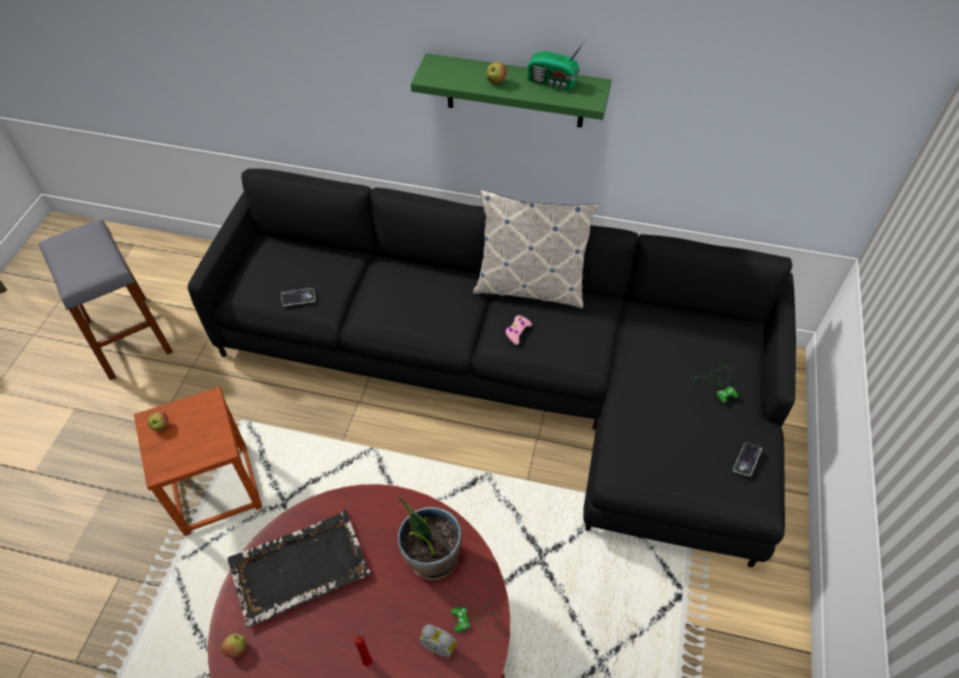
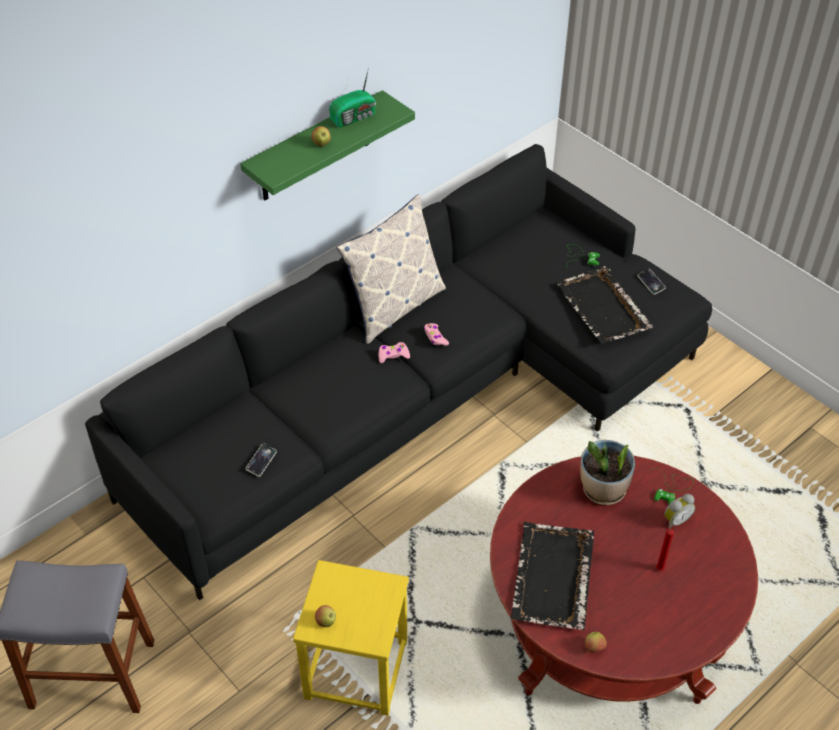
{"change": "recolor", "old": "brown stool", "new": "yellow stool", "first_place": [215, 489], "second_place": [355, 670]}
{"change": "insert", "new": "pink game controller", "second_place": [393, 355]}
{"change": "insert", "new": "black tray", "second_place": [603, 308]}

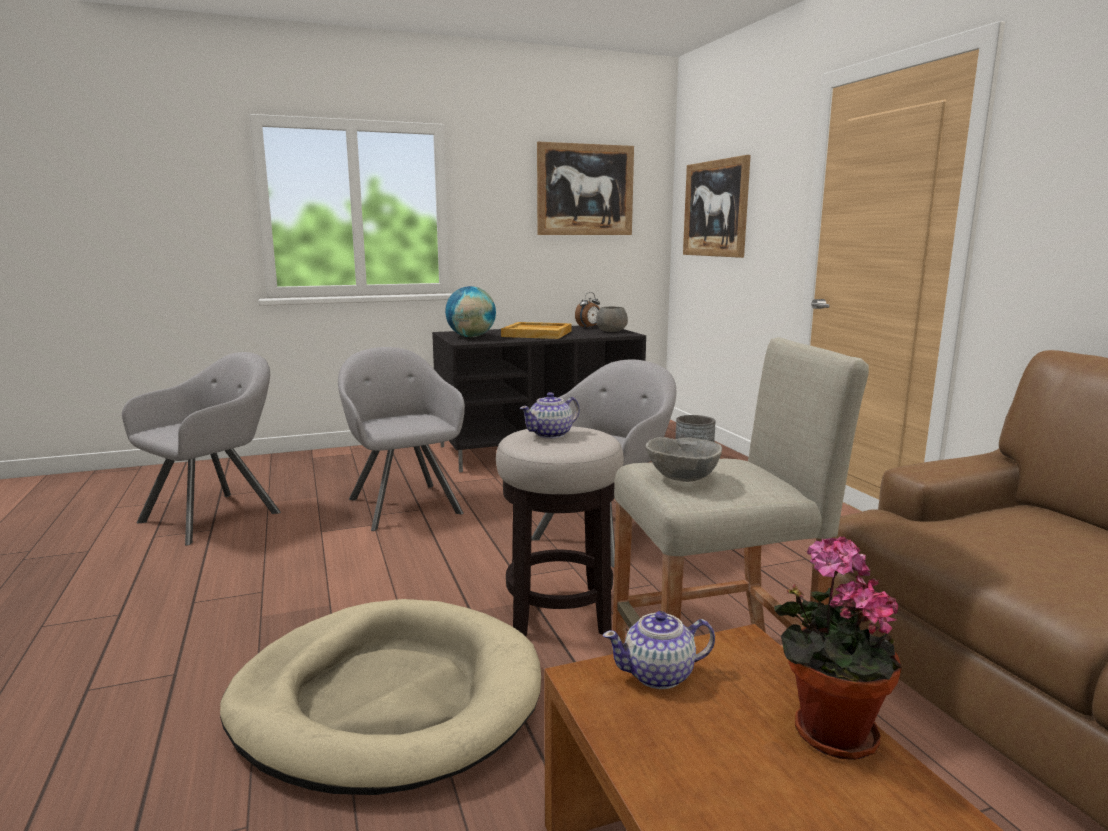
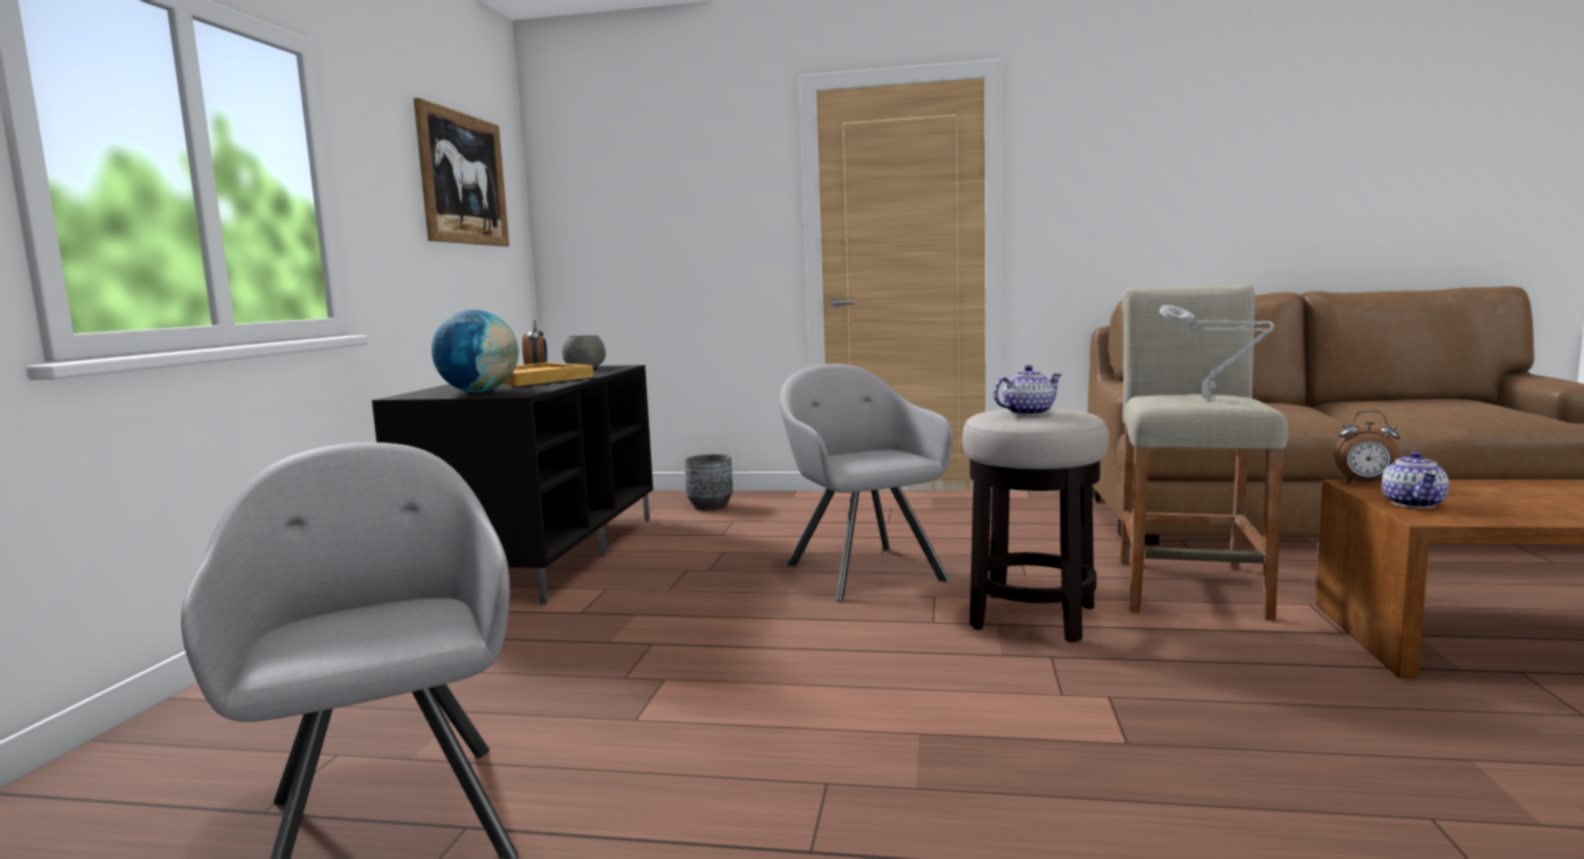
{"change": "delete", "old": "beige dog bed", "first_place": [388, 699]}
{"change": "delete", "old": "grey armchair", "first_place": [402, 504]}
{"change": "rotate", "old": "teapot", "first_place": [551, 434], "second_place": [1027, 413], "degrees": -105}
{"change": "replace", "old": "grey bowl", "new": "grey table lamp", "first_place": [681, 478], "second_place": [1212, 399]}
{"change": "delete", "old": "picture", "first_place": [715, 208]}
{"change": "delete", "old": "potted plant", "first_place": [827, 732]}
{"change": "insert", "new": "alarm clock", "second_place": [1365, 484]}

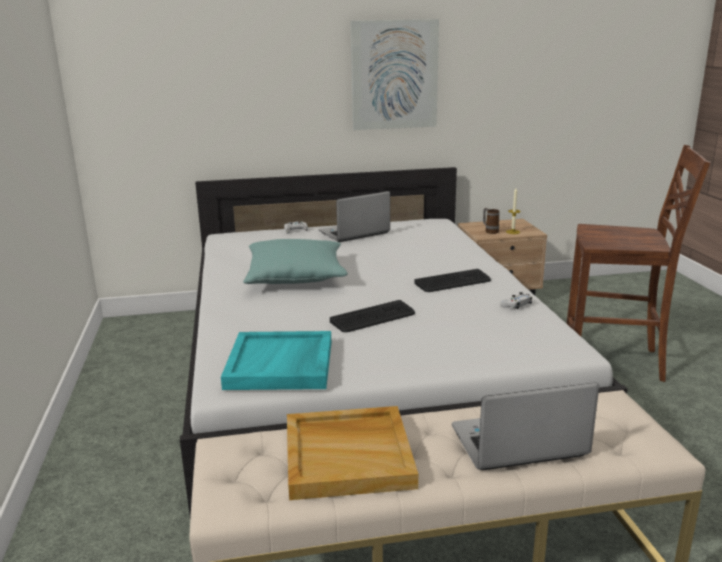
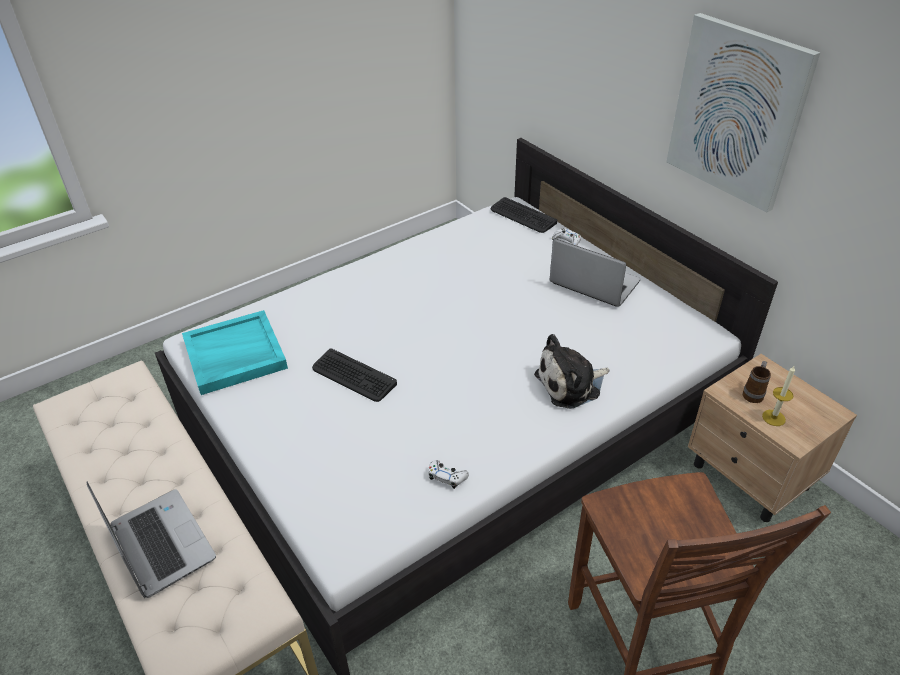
{"change": "delete", "old": "turquoise pillow", "first_place": [296, 277]}
{"change": "delete", "old": "beige tray", "first_place": [349, 455]}
{"change": "move", "old": "keyboard", "first_place": [453, 282], "second_place": [522, 216]}
{"change": "insert", "new": "plush toy", "second_place": [571, 384]}

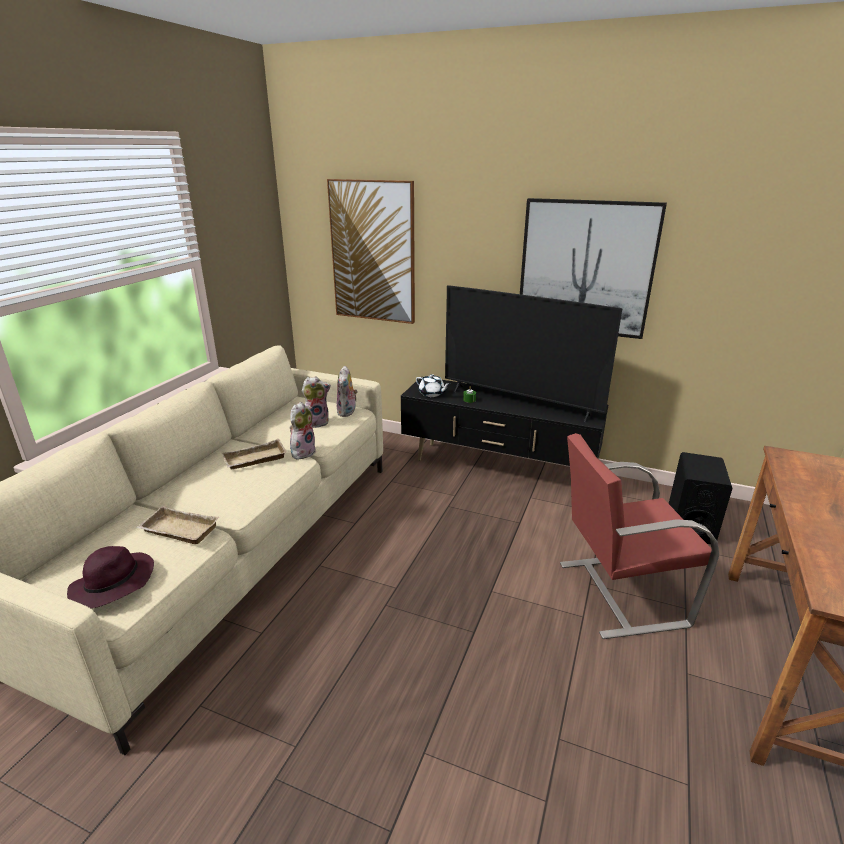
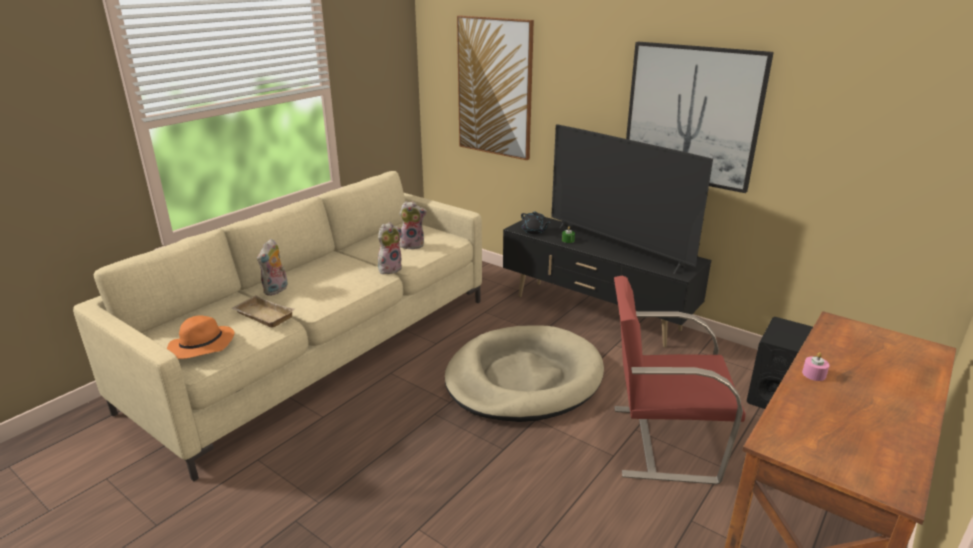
{"change": "recolor", "old": "purple hat", "new": "orange hat", "first_place": [112, 585], "second_place": [201, 346]}
{"change": "delete", "old": "beige tray", "first_place": [254, 460]}
{"change": "move", "old": "plush toy", "first_place": [347, 412], "second_place": [276, 290]}
{"change": "recolor", "old": "white teapot", "new": "black teapot", "first_place": [432, 394], "second_place": [534, 231]}
{"change": "insert", "new": "beige dog bed", "second_place": [523, 378]}
{"change": "insert", "new": "pink candle", "second_place": [814, 374]}

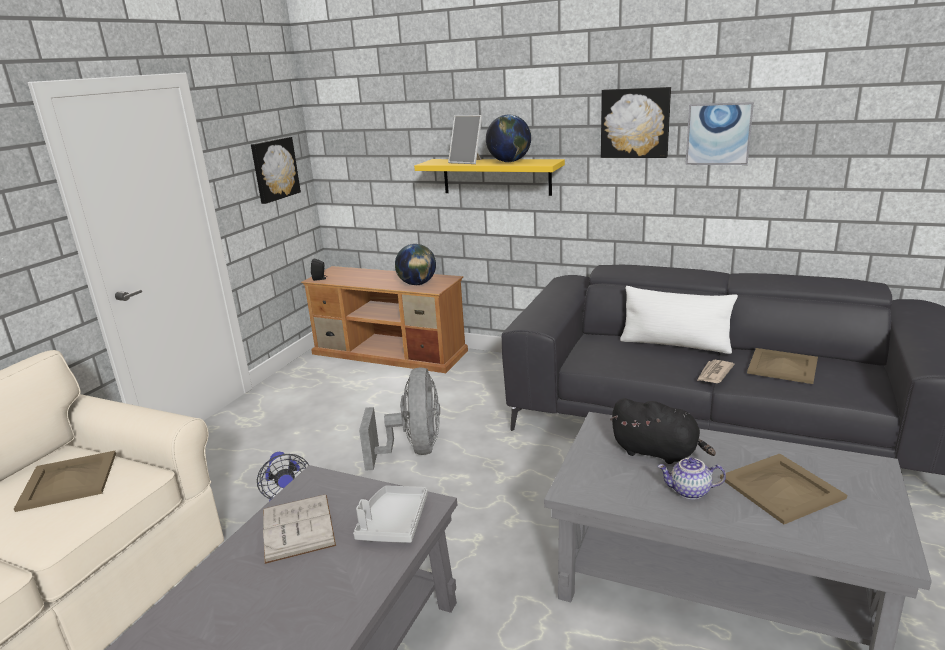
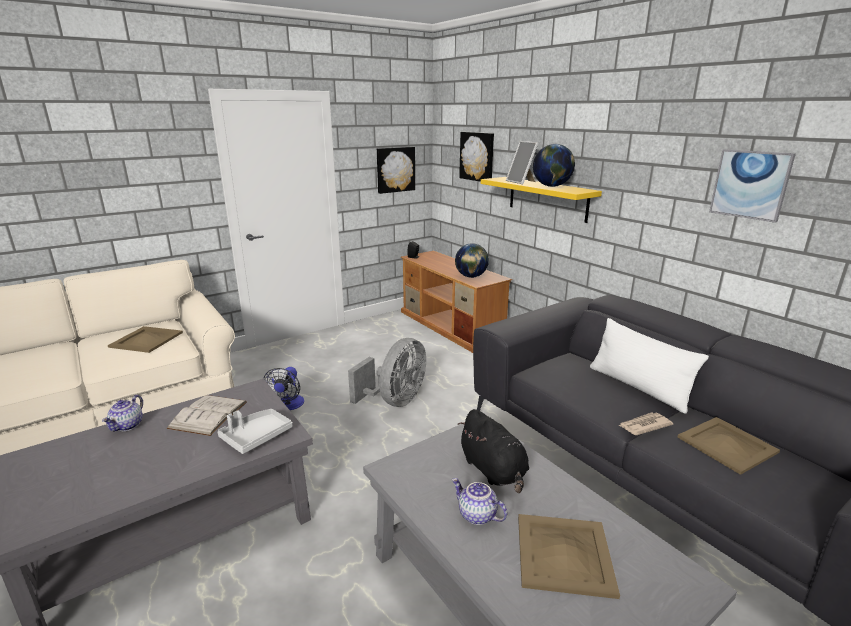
{"change": "move", "old": "picture", "first_place": [635, 123], "second_place": [477, 156]}
{"change": "insert", "new": "teapot", "second_place": [128, 426]}

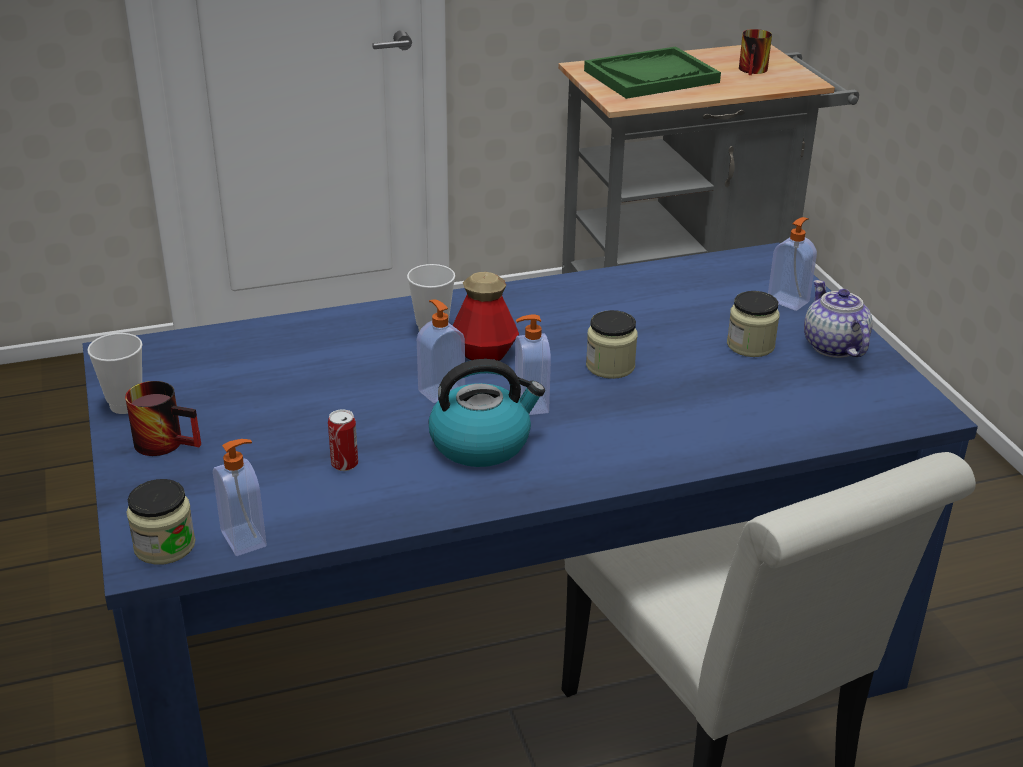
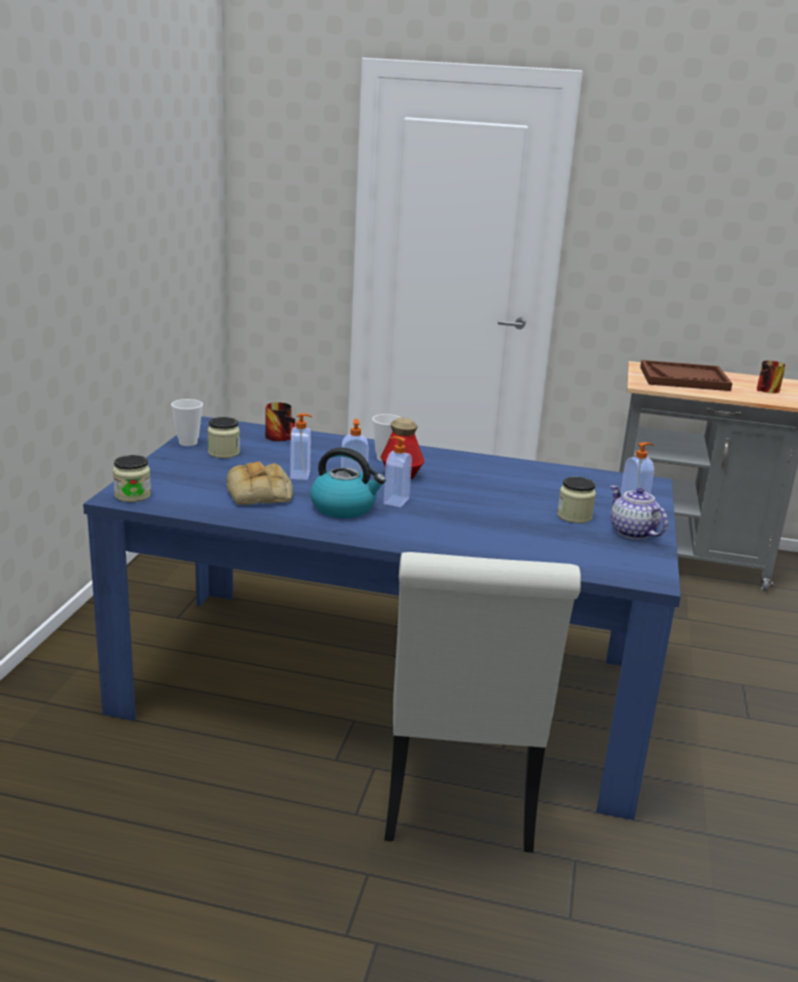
{"change": "move", "old": "mug", "first_place": [168, 441], "second_place": [283, 437]}
{"change": "move", "old": "soap dispenser", "first_place": [245, 538], "second_place": [301, 475]}
{"change": "replace", "old": "can", "new": "bread", "first_place": [344, 464], "second_place": [260, 494]}
{"change": "recolor", "old": "green tray", "new": "brown tray", "first_place": [651, 76], "second_place": [684, 378]}
{"change": "move", "old": "jar", "first_place": [610, 366], "second_place": [224, 453]}
{"change": "rotate", "old": "teapot", "first_place": [832, 346], "second_place": [632, 532], "degrees": -45}

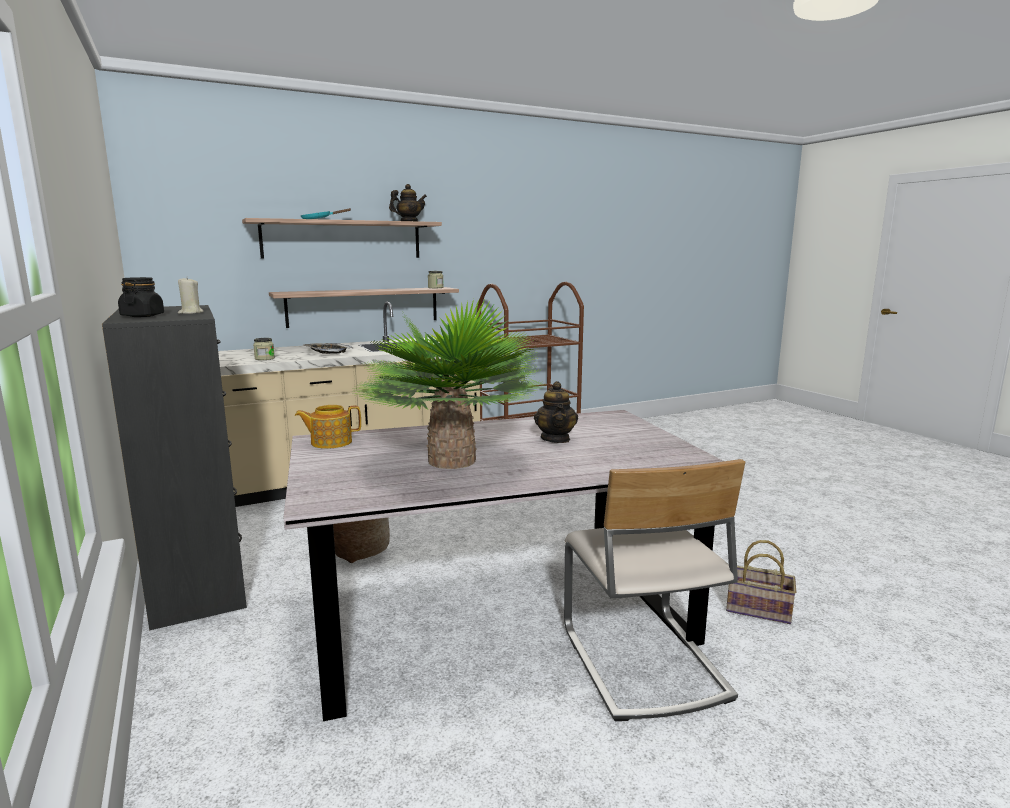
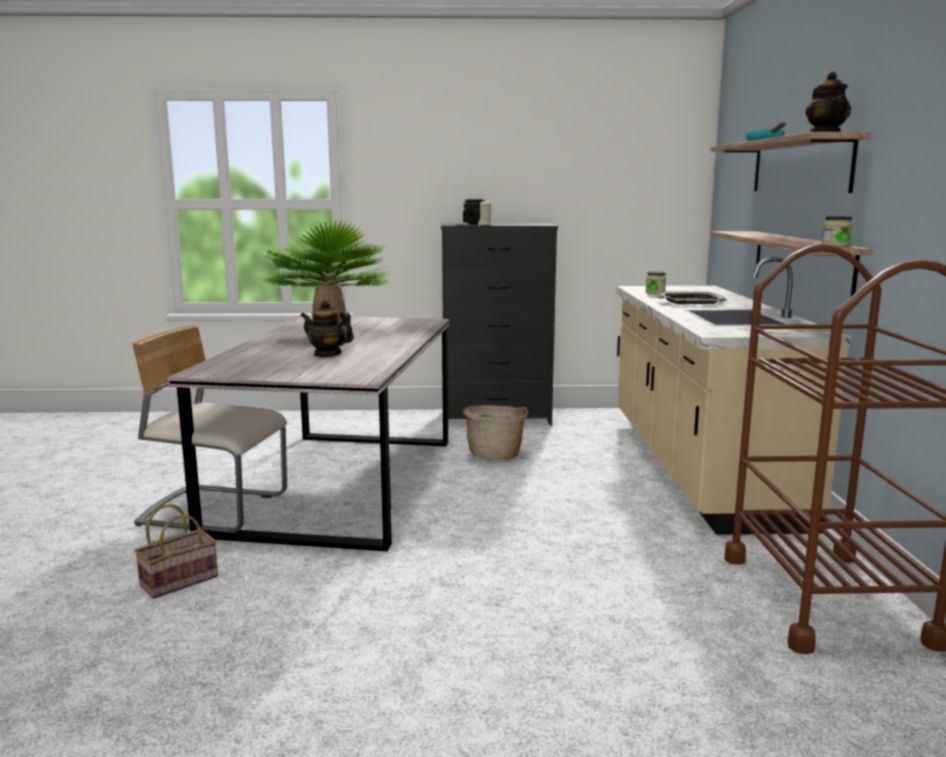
{"change": "delete", "old": "teapot", "first_place": [330, 442]}

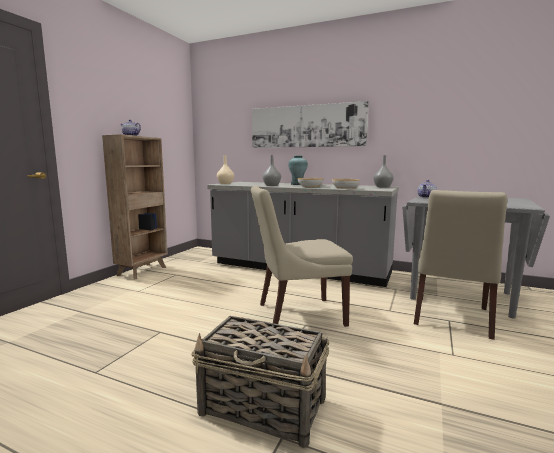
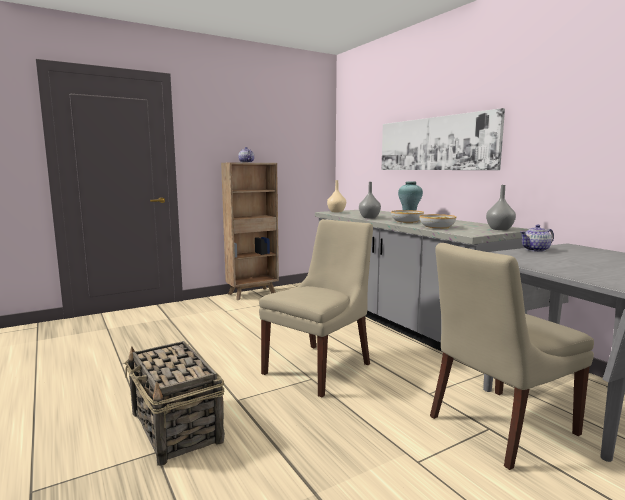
{"change": "rotate", "old": "beige chair", "first_place": [297, 315], "second_place": [319, 367], "degrees": 105}

